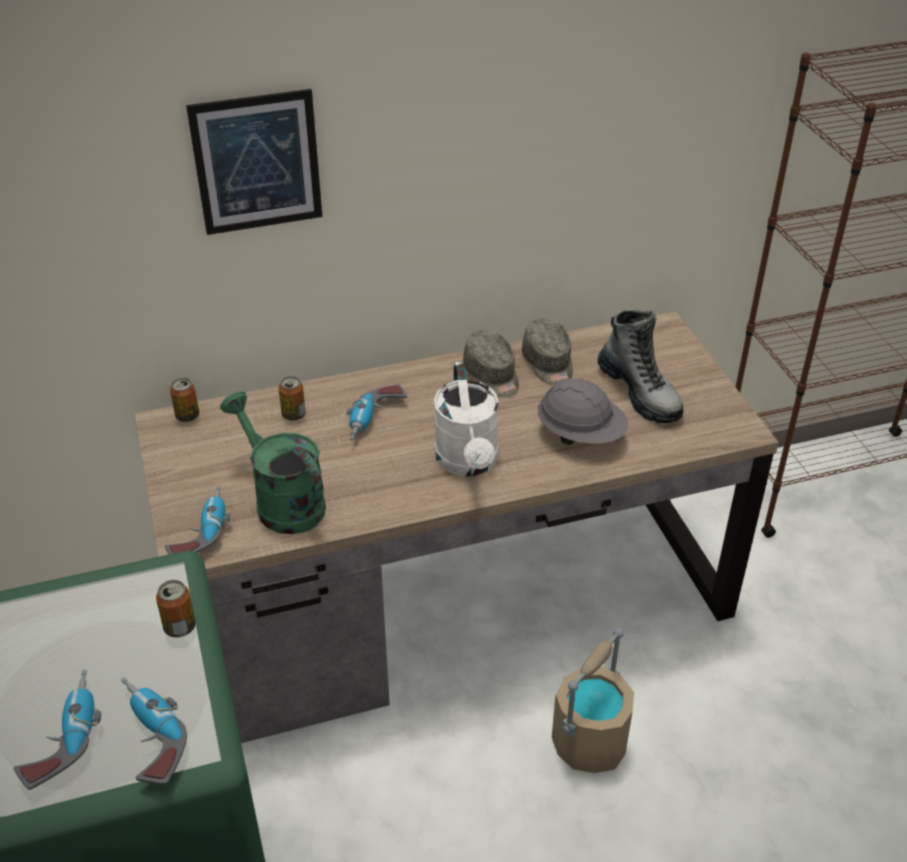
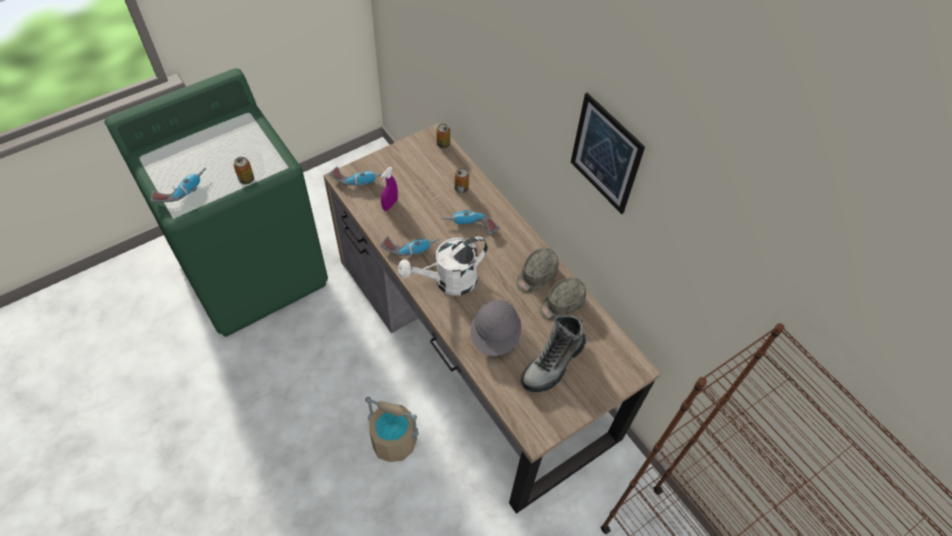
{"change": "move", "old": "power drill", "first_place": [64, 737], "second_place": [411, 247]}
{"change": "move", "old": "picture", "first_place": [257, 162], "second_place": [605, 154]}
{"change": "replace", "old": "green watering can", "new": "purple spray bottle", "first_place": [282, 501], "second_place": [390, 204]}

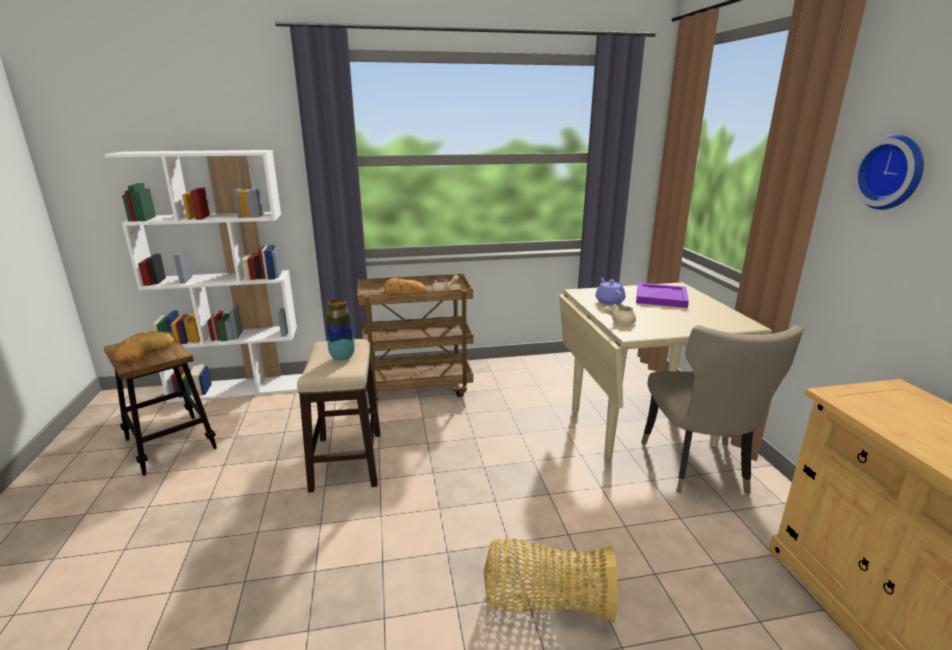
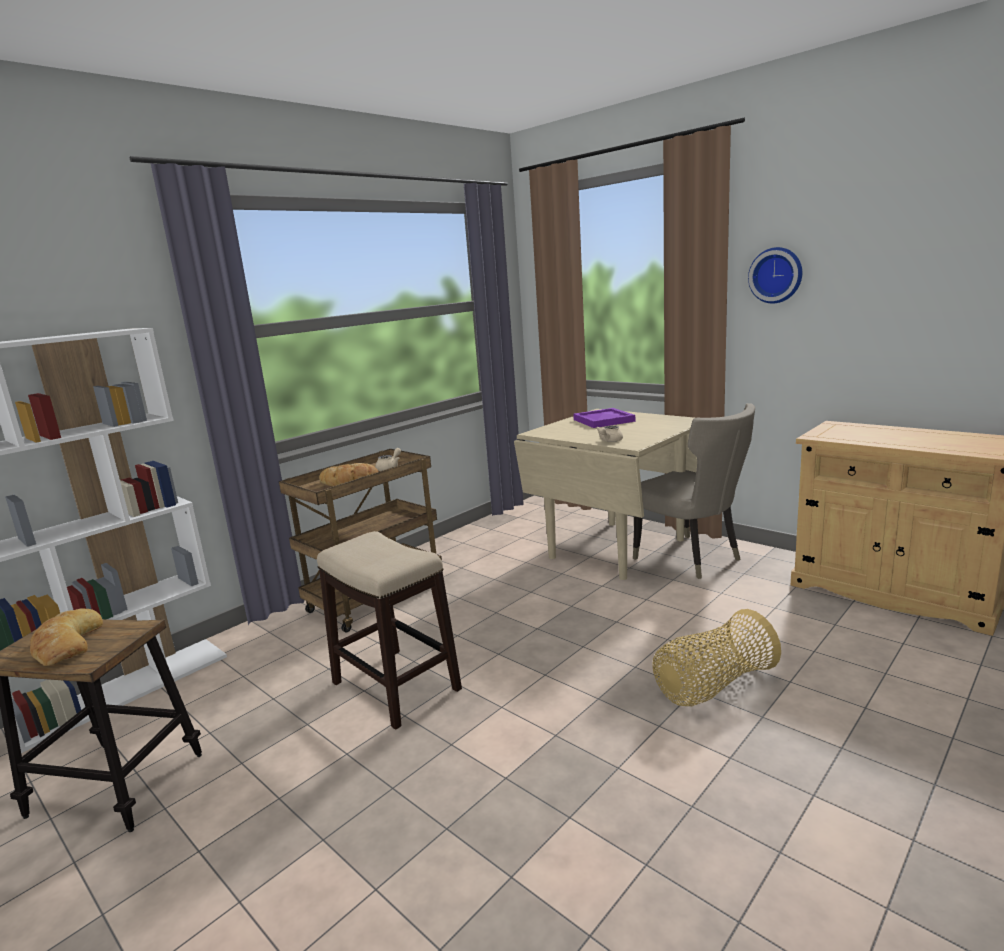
{"change": "delete", "old": "vase", "first_place": [342, 357]}
{"change": "delete", "old": "purple teapot", "first_place": [609, 301]}

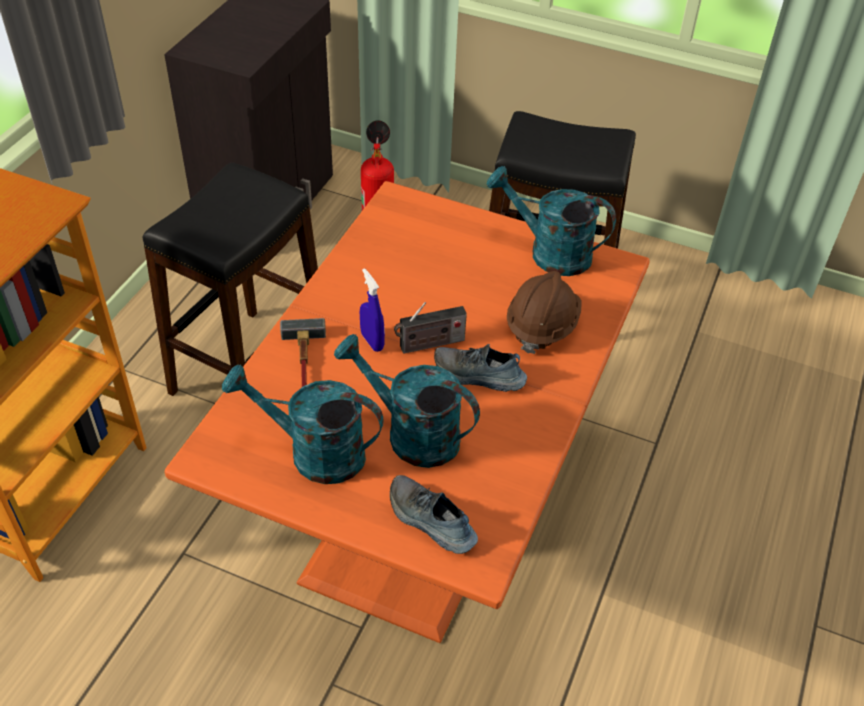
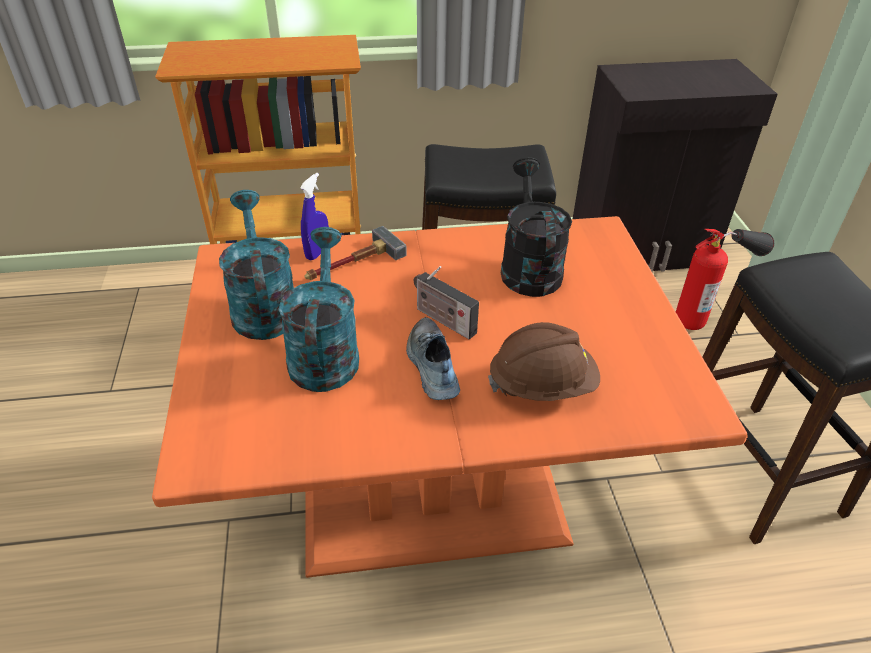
{"change": "move", "old": "blue spray bottle", "first_place": [372, 341], "second_place": [317, 252]}
{"change": "delete", "old": "shoe", "first_place": [430, 521]}
{"change": "delete", "old": "turquoise watering can", "first_place": [549, 252]}
{"change": "insert", "new": "black watering can", "second_place": [528, 267]}

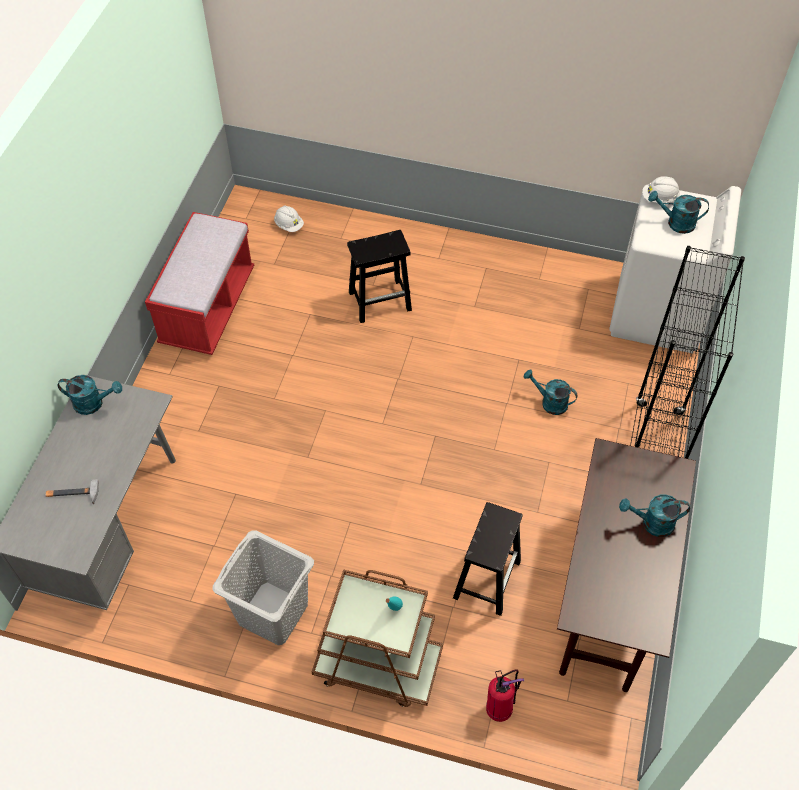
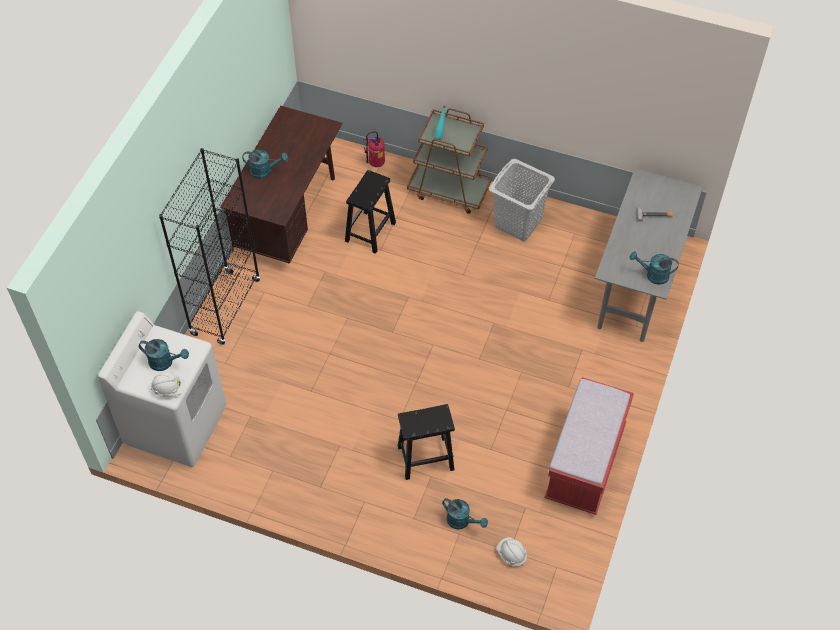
{"change": "move", "old": "turquoise watering can", "first_place": [549, 402], "second_place": [462, 521]}

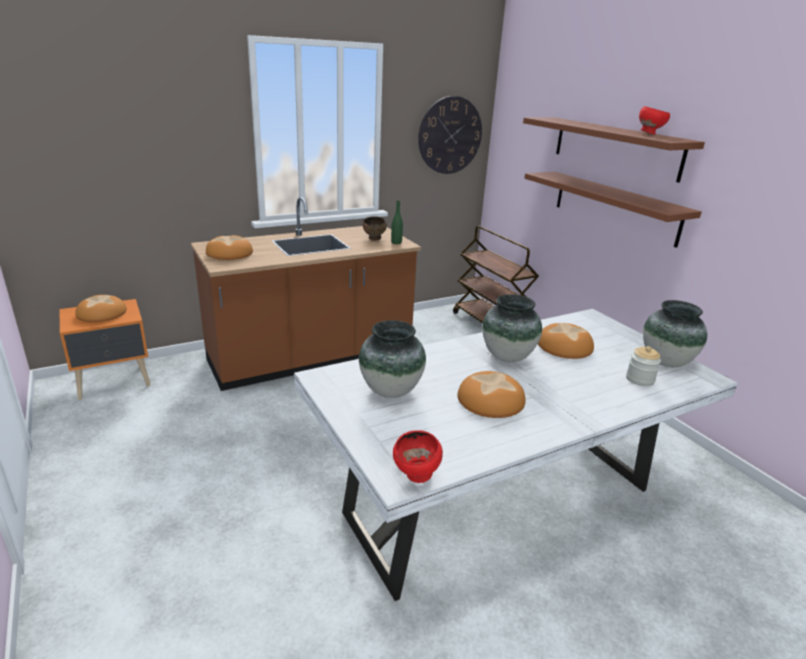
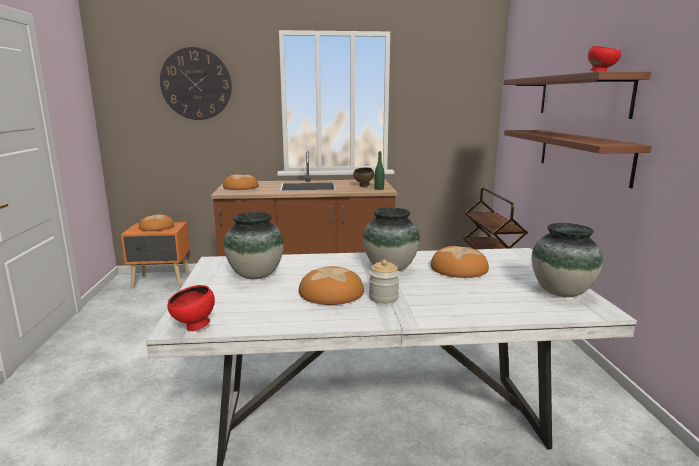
{"change": "move", "old": "wall clock", "first_place": [450, 135], "second_place": [196, 84]}
{"change": "move", "old": "jar", "first_place": [640, 379], "second_place": [383, 298]}

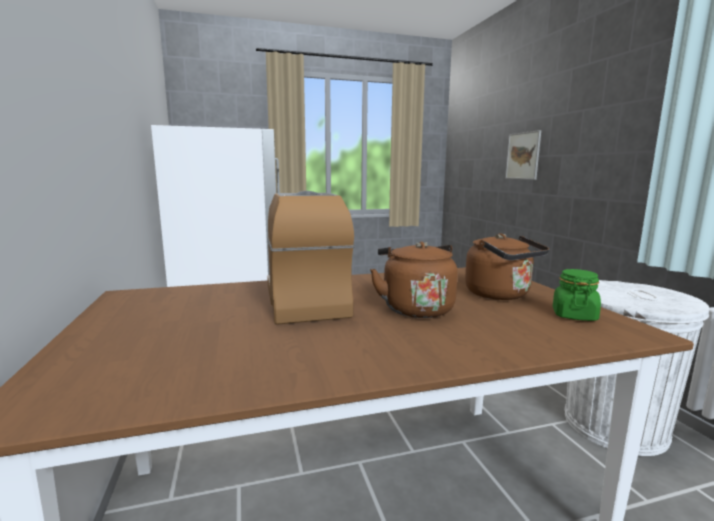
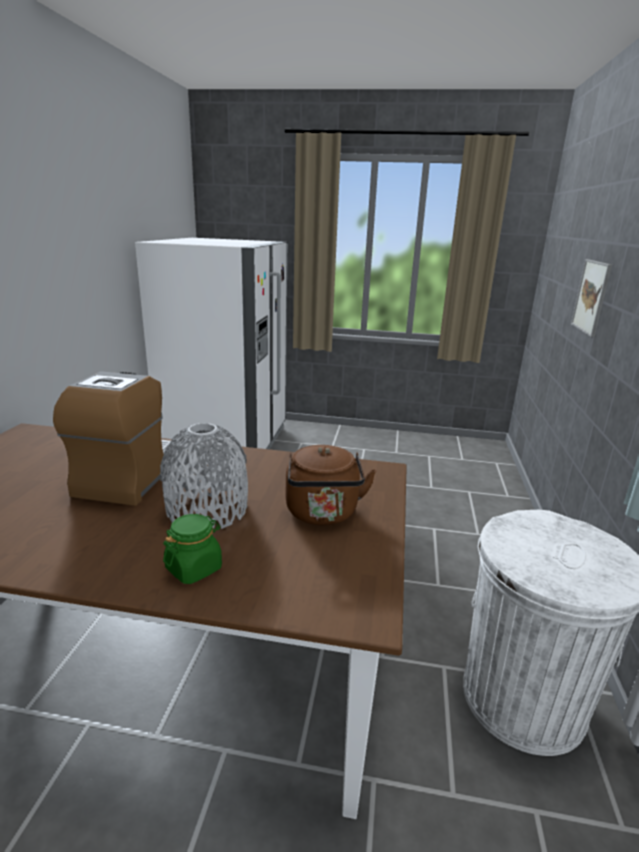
{"change": "replace", "old": "brown kettle", "new": "grey vase", "first_place": [415, 308], "second_place": [207, 509]}
{"change": "move", "old": "green jar", "first_place": [574, 315], "second_place": [194, 568]}

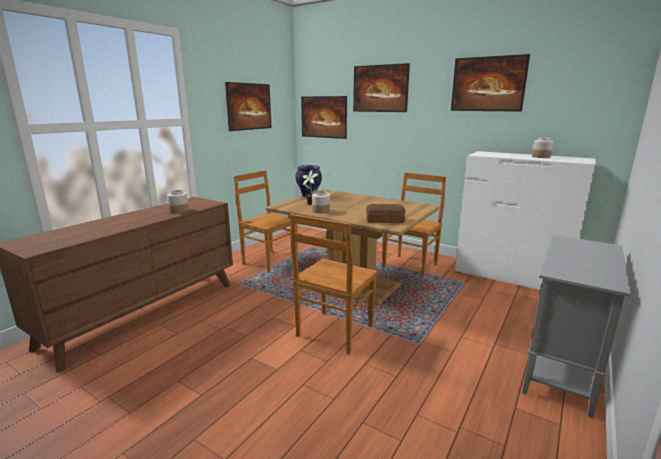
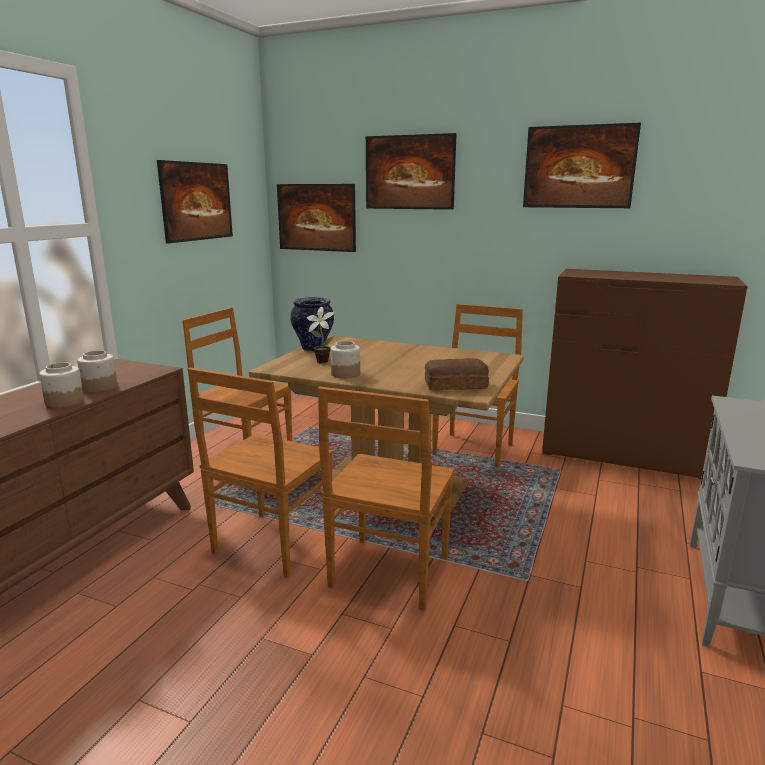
{"change": "recolor", "old": "white dresser", "new": "brown dresser", "first_place": [510, 277], "second_place": [622, 455]}
{"change": "move", "old": "jar", "first_place": [540, 157], "second_place": [64, 402]}
{"change": "insert", "new": "brown chair", "second_place": [271, 545]}

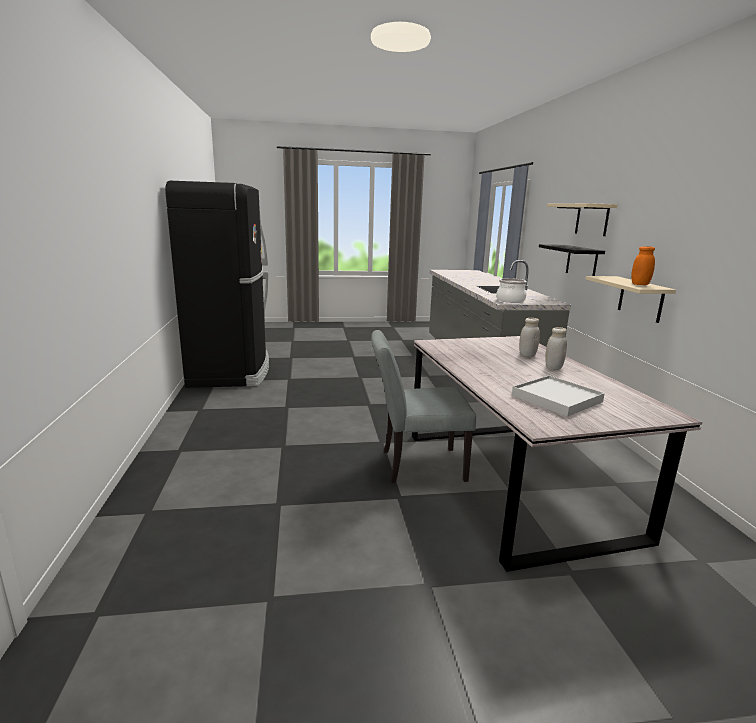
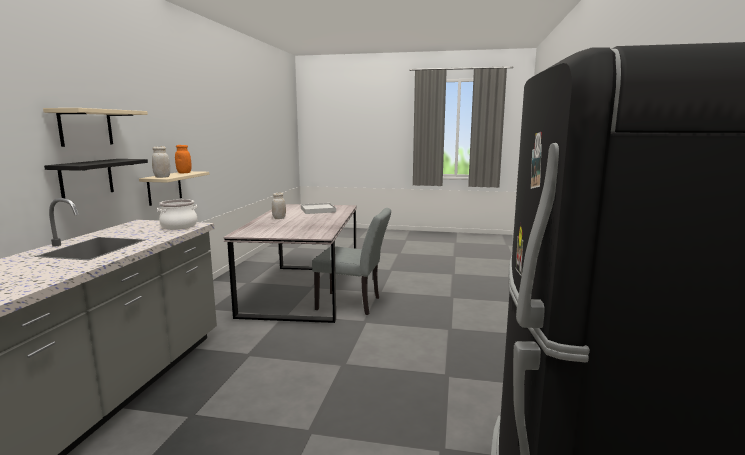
{"change": "move", "old": "white jar", "first_place": [527, 355], "second_place": [162, 177]}

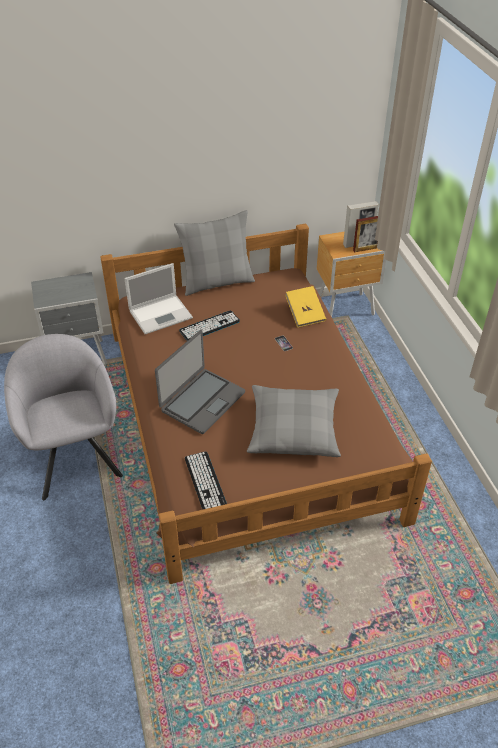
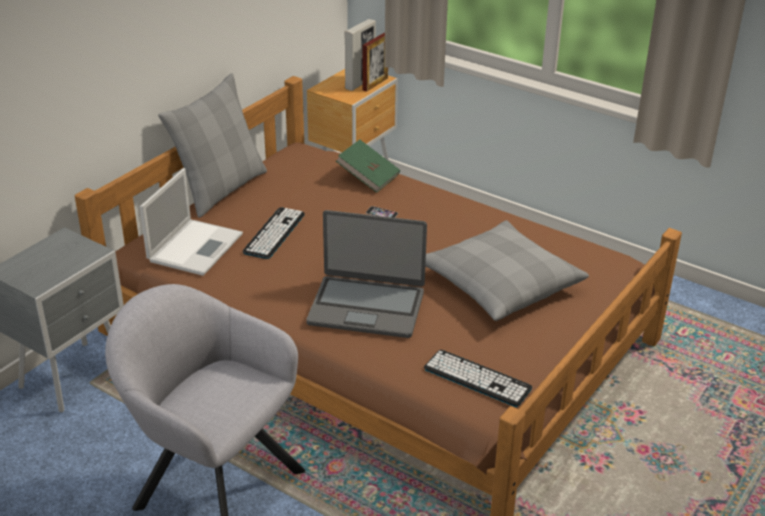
{"change": "rotate", "old": "laptop", "first_place": [202, 401], "second_place": [366, 307], "degrees": 105}
{"change": "recolor", "old": "yellow book", "new": "green book", "first_place": [305, 314], "second_place": [368, 178]}

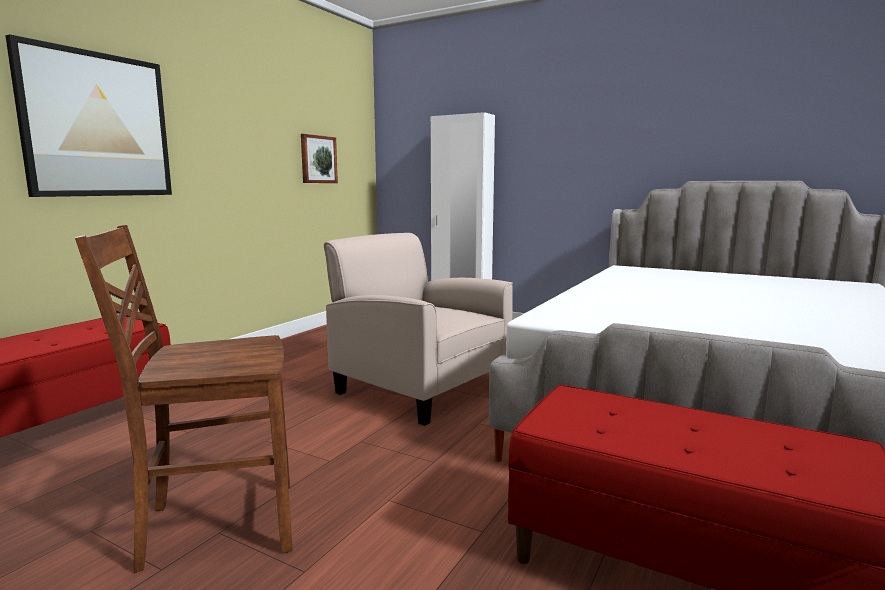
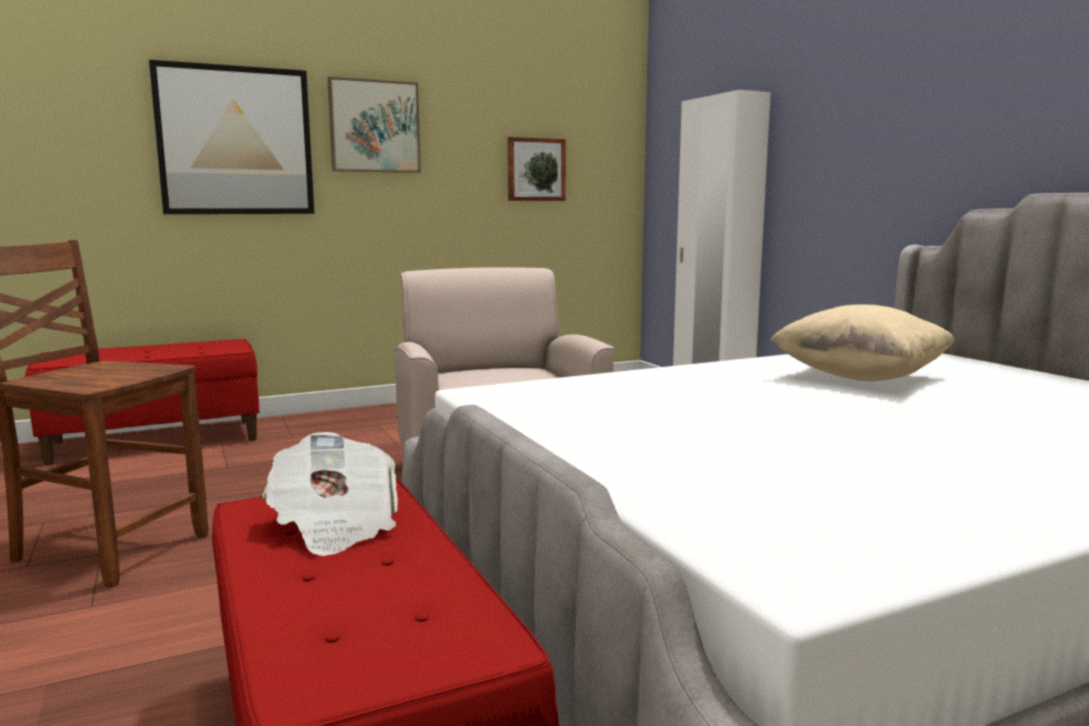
{"change": "insert", "new": "newspaper", "second_place": [335, 526]}
{"change": "insert", "new": "picture", "second_place": [374, 126]}
{"change": "insert", "new": "beige pillow", "second_place": [860, 377]}

